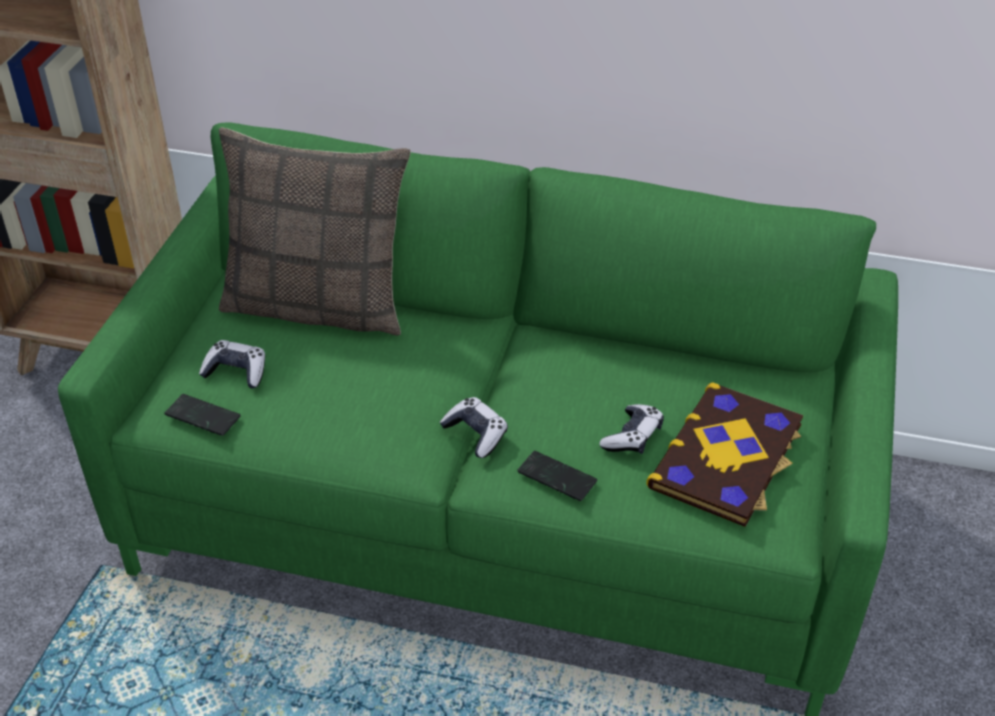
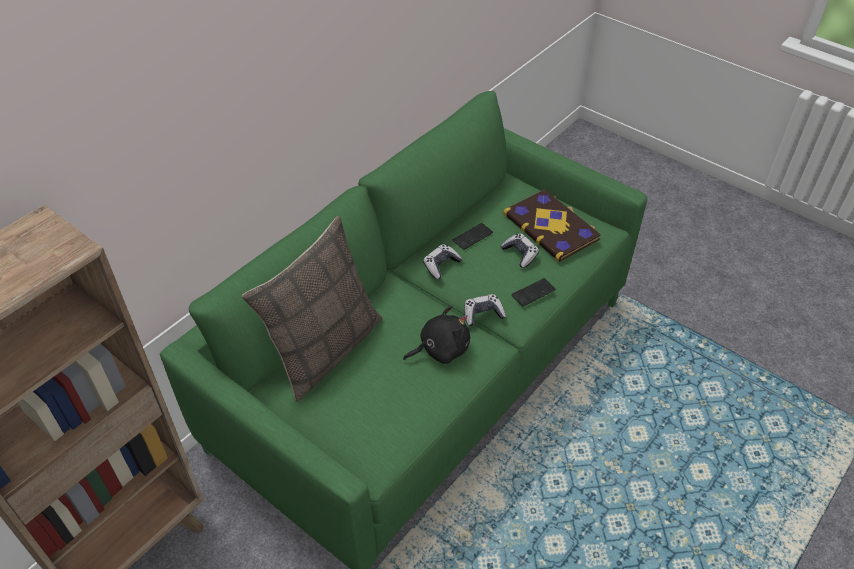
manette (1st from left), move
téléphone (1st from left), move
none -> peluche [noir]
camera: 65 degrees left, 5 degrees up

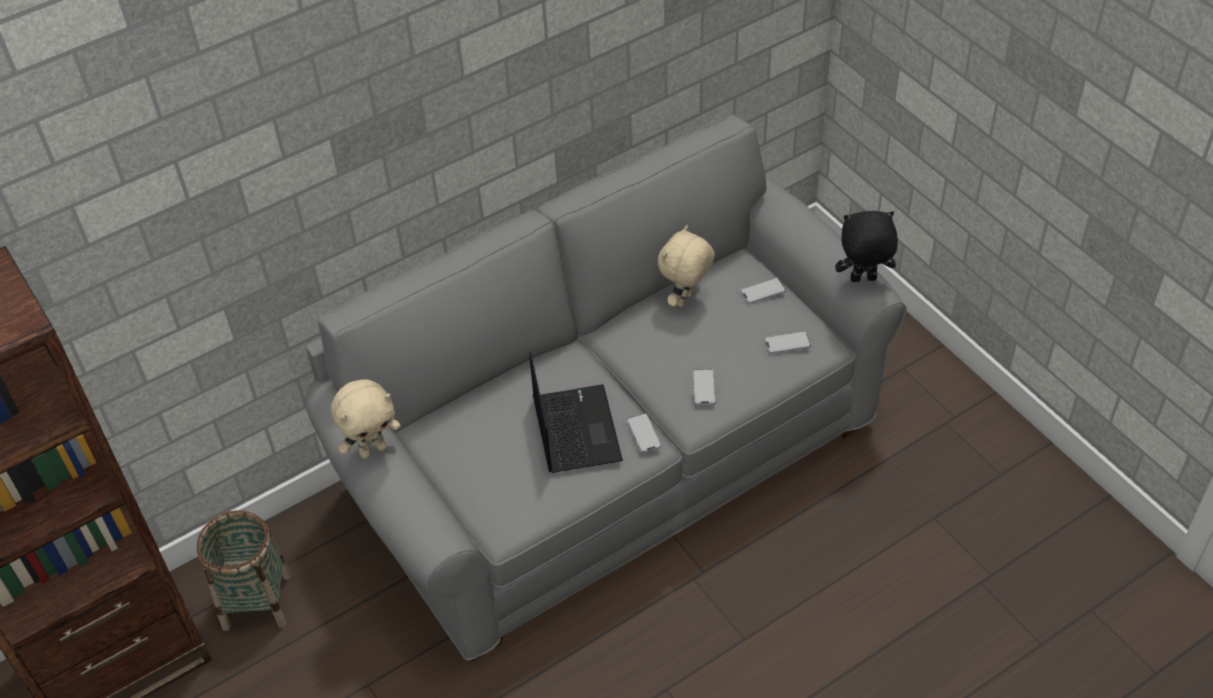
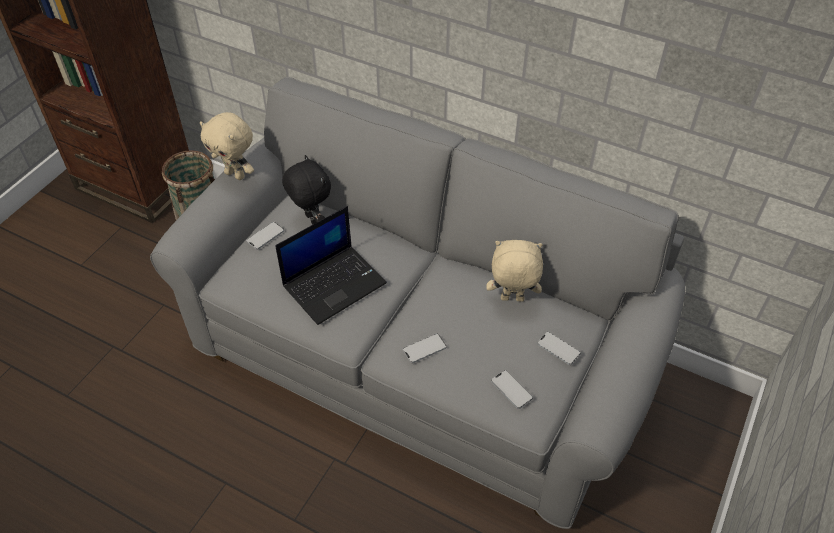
peluche [noir], move
téléphone (1st from left), move
camera: 60 degrees right, 0 degrees up

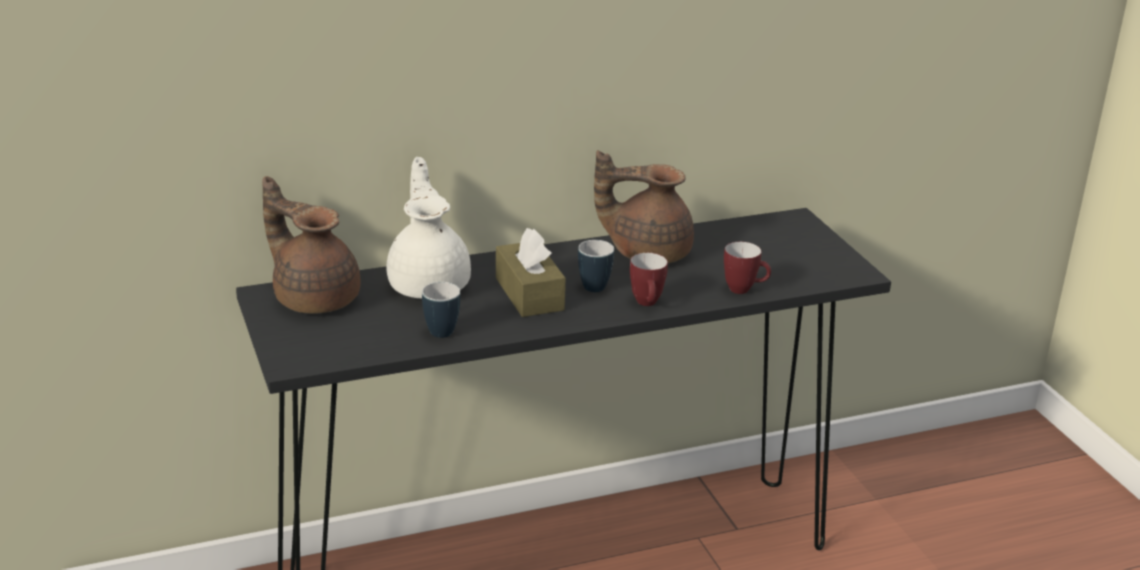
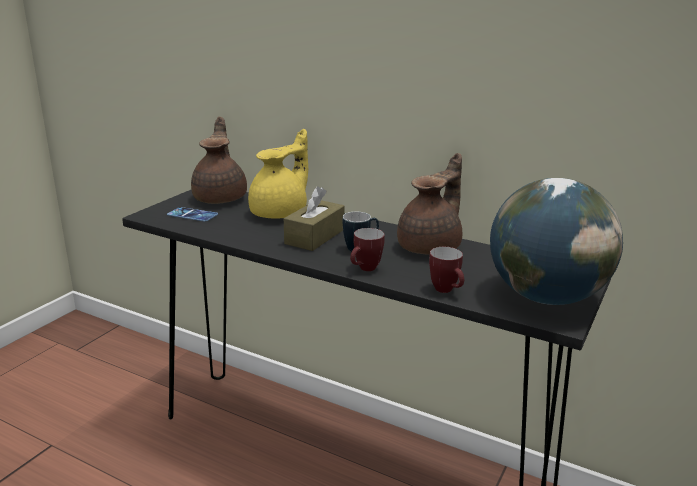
théière [marron] (2nd from left), 75 degrees clockwise
théière [blanc] -> théière [jaune]
mug (1st from left) -> none
none -> globe
none -> téléphone
camera: 50 degrees right, 5 degrees down

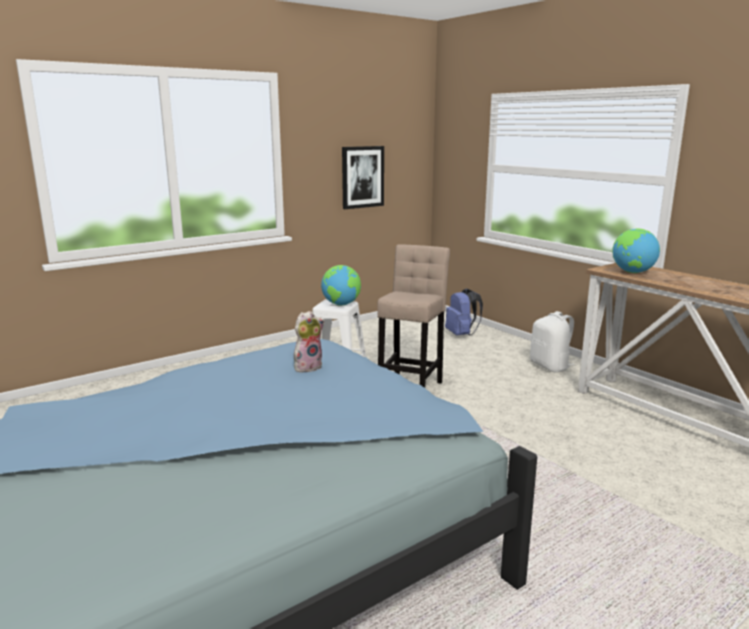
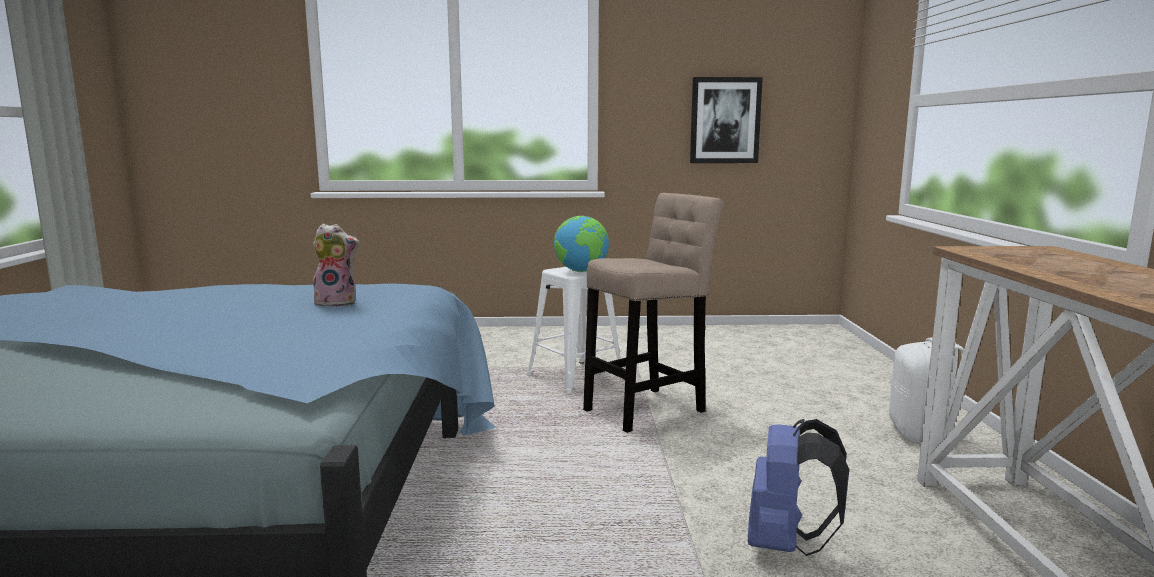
globe (2nd from left) -> none
sac à dos [bleu], move
camera: 35 degrees right, 5 degrees down

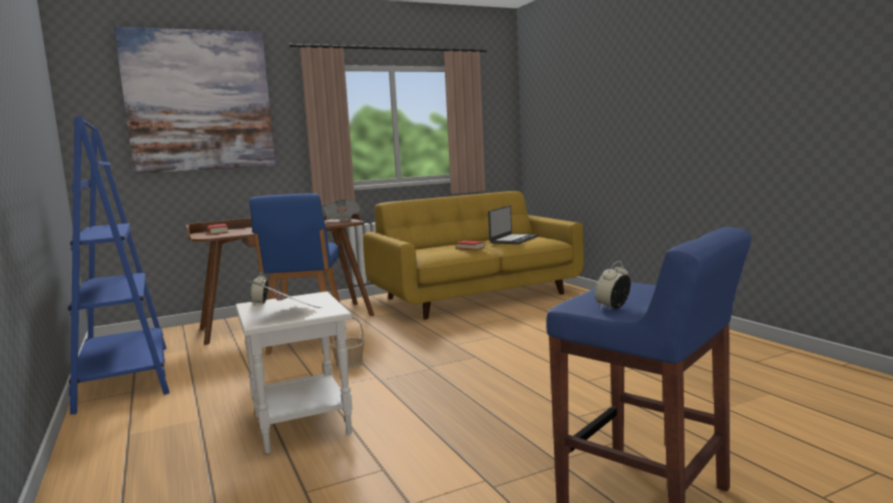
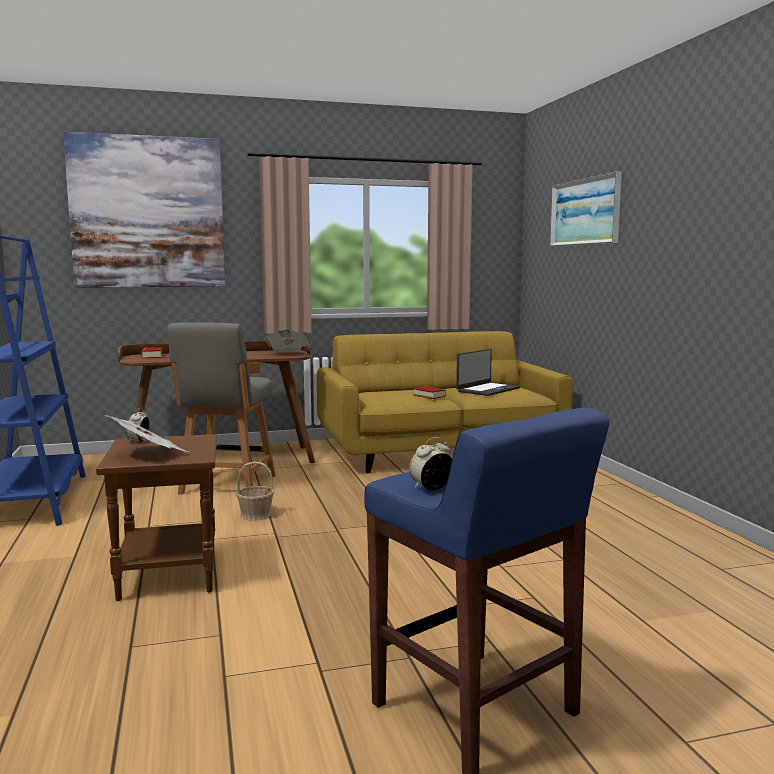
chaise [bleu] -> chaise [gris]
table d'appoint [blanc] -> table d'appoint [marron]
none -> tableau (2nd from left)
camera: 10 degrees right, 0 degrees up

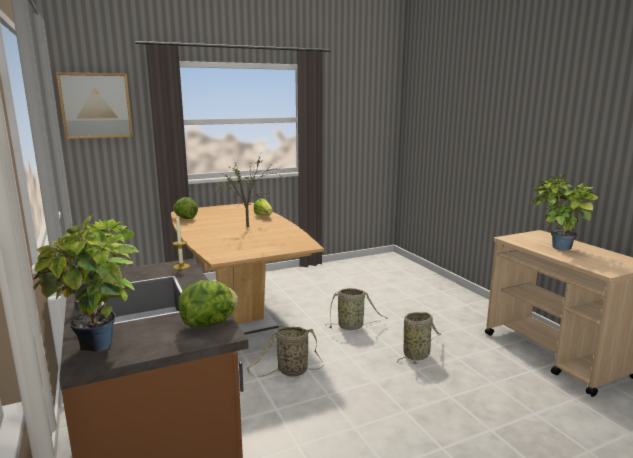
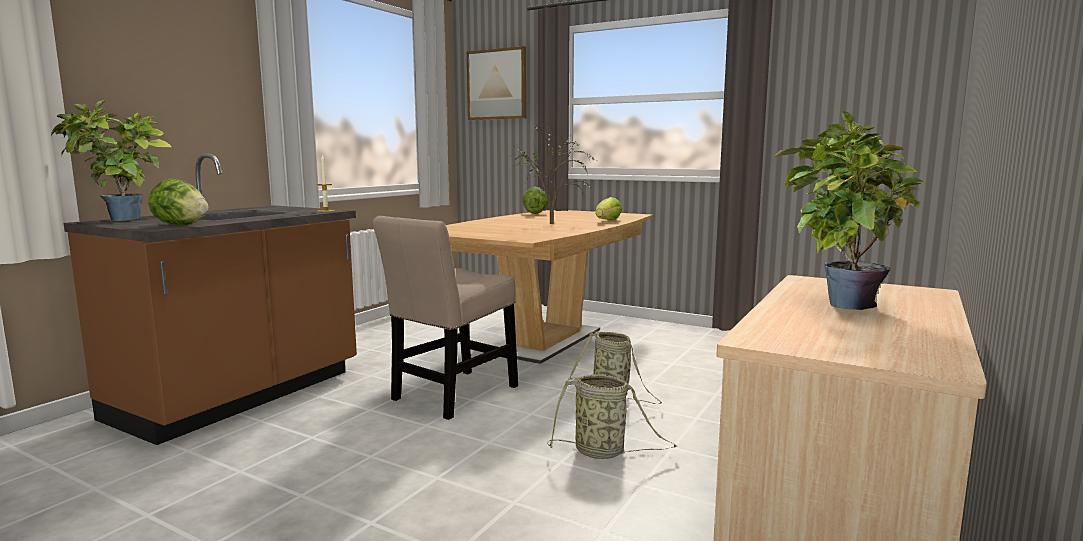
panier (1st from left) -> chaise [beige]
camera: 55 degrees right, 5 degrees down

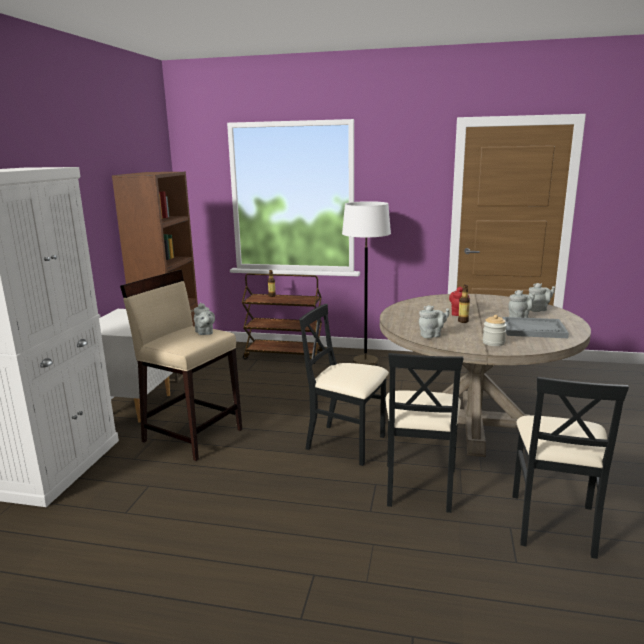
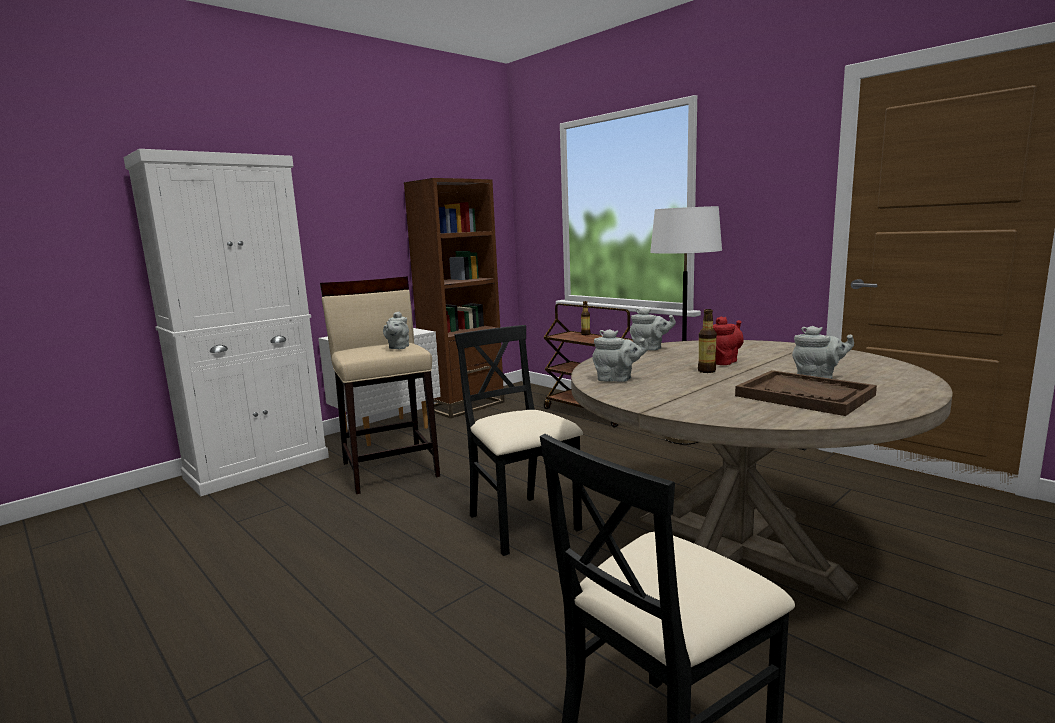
théière [gris] (4th from left in the first image) -> théière [gris] (3rd from left), move
bocal -> none
plateau [gris] -> plateau [marron]
chaise [noir] (2nd from left) -> none
camera: 35 degrees right, 5 degrees down

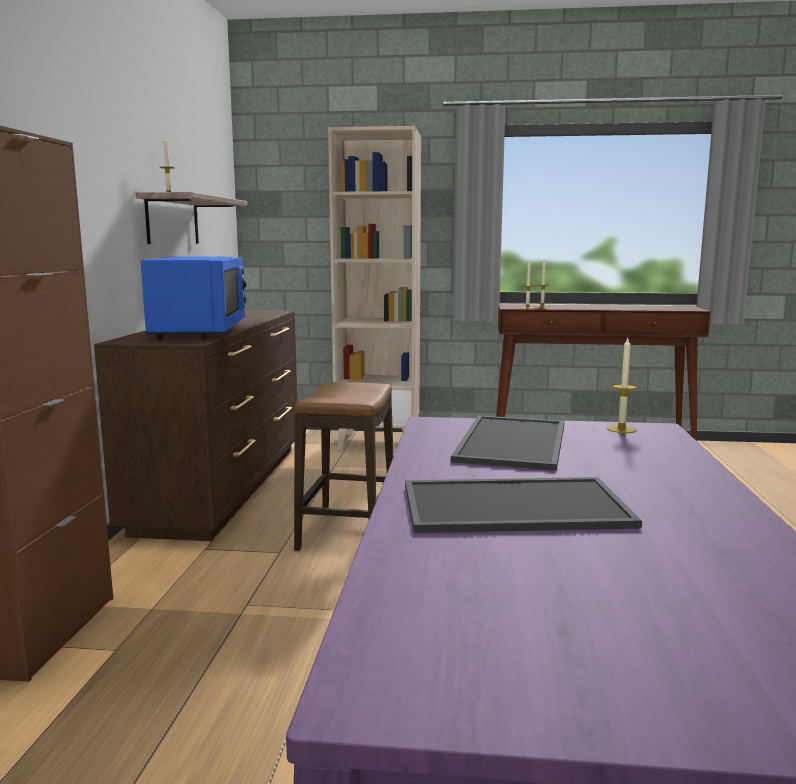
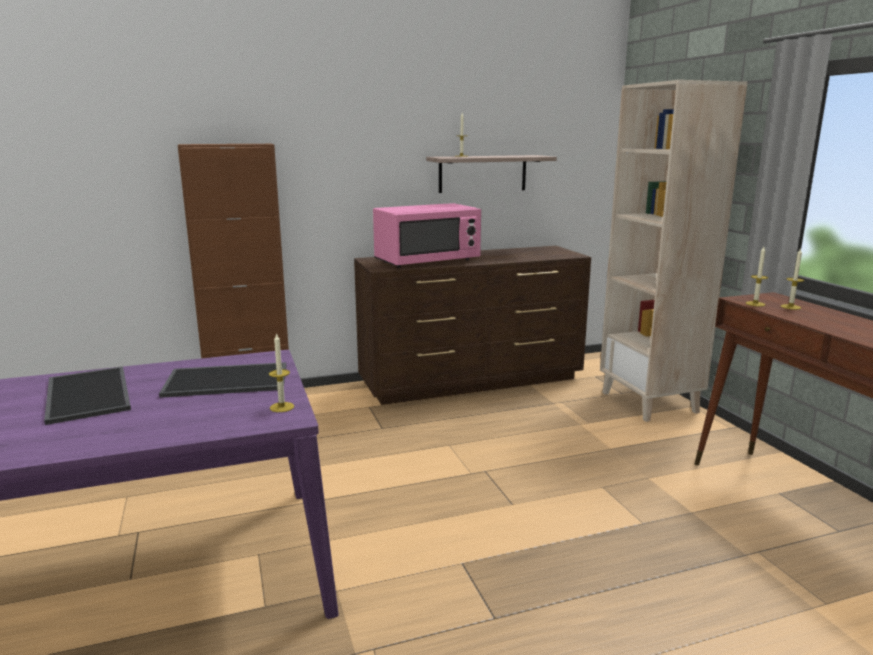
micro-ondes [bleu] -> micro-ondes [rose]
tabouret -> none
camera: 65 degrees right, 5 degrees up

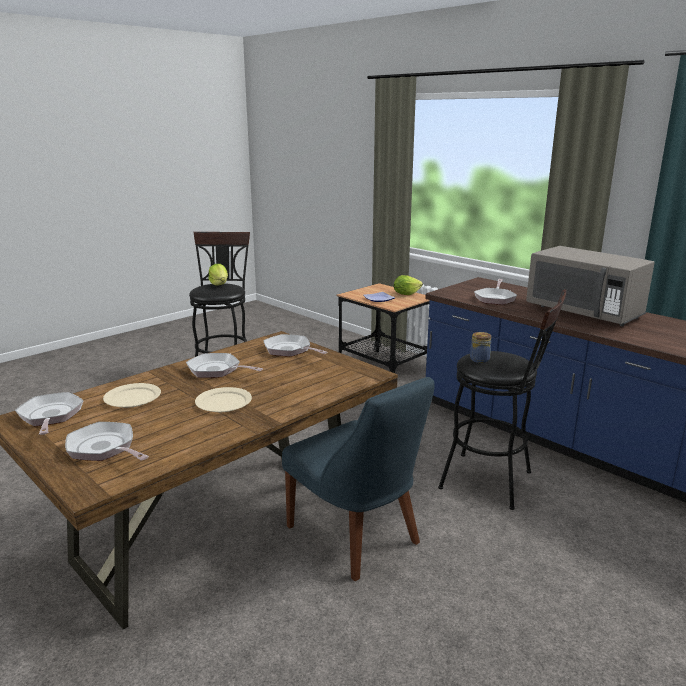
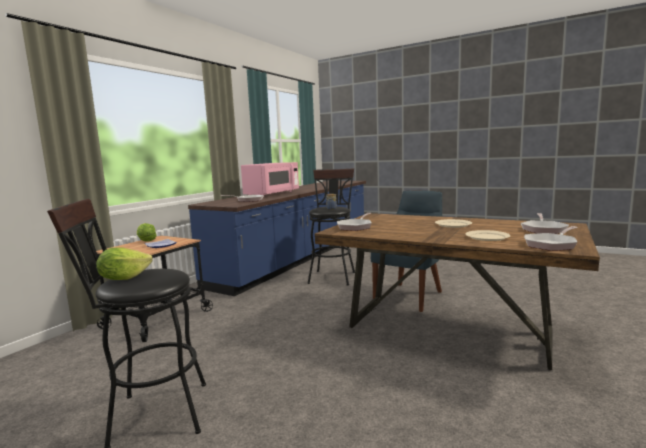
micro-ondes [gris] -> micro-ondes [rose]
poêle (3rd from left) -> none
camera: 105 degrees left, 10 degrees down

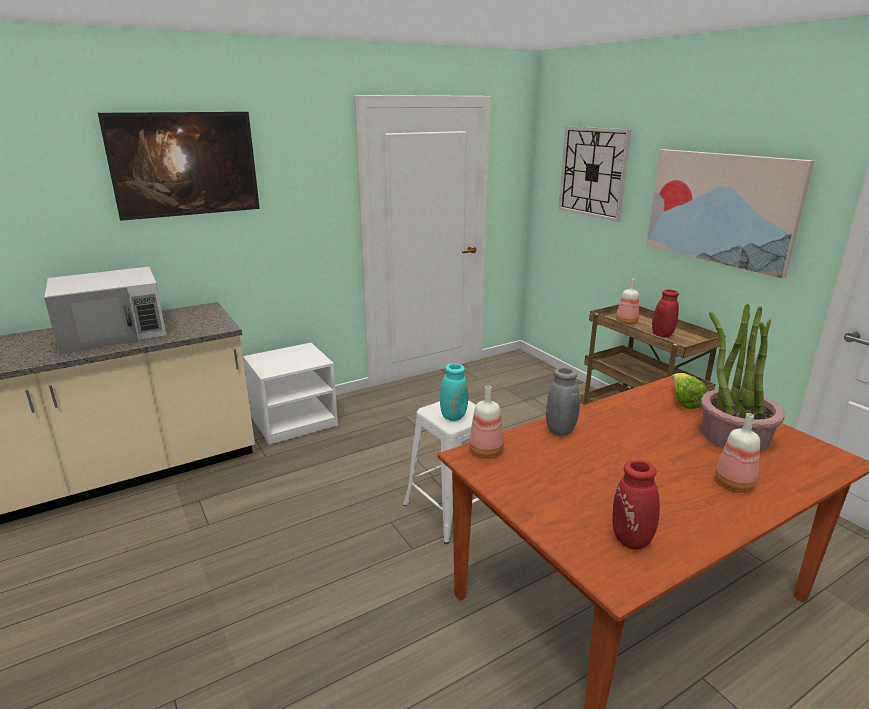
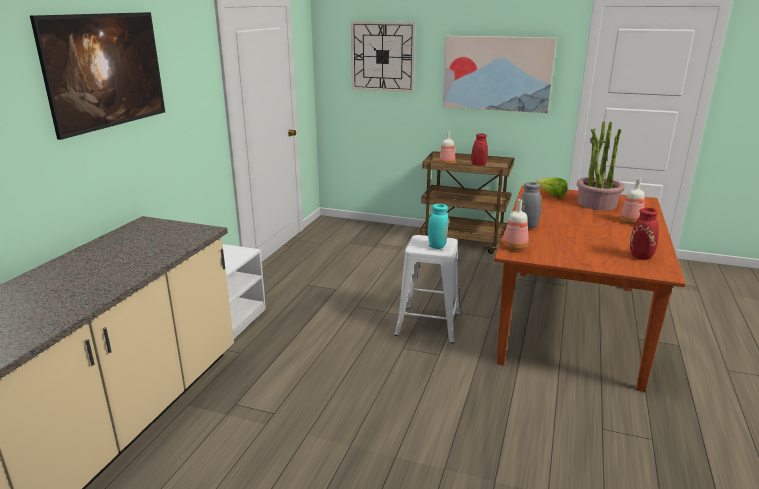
micro-ondes [blanc] -> none
camera: 40 degrees left, 0 degrees up

